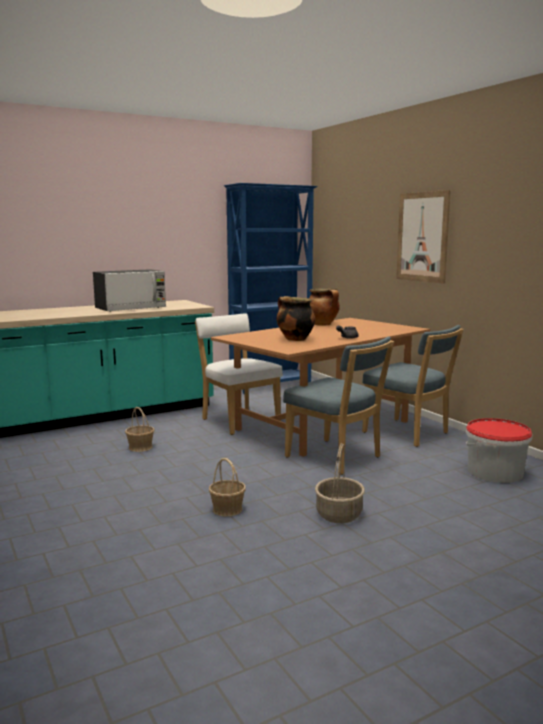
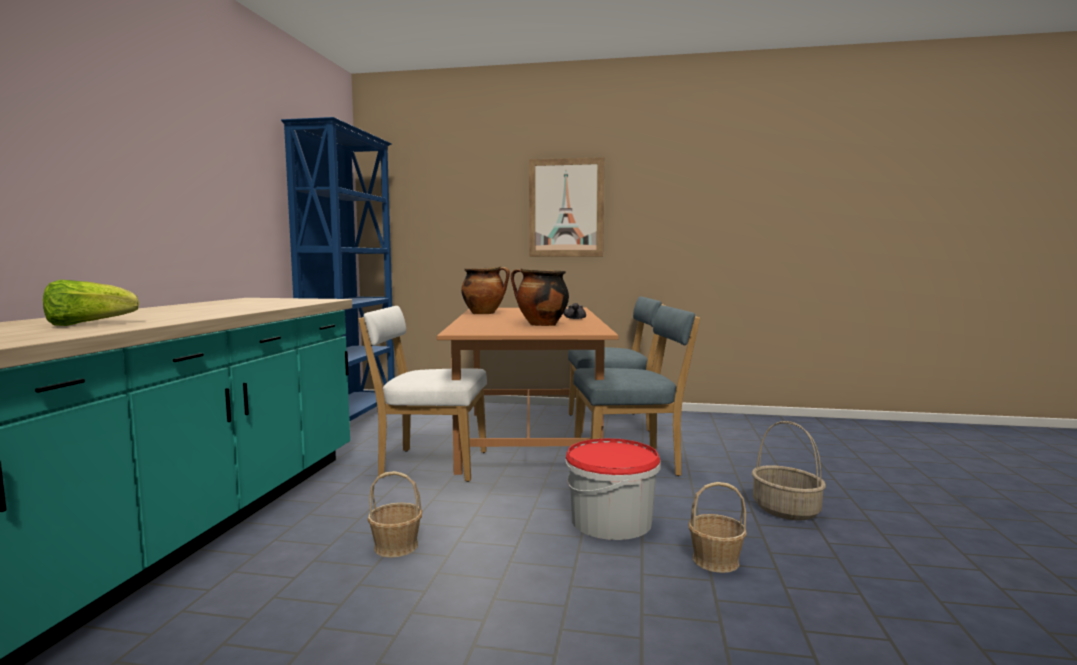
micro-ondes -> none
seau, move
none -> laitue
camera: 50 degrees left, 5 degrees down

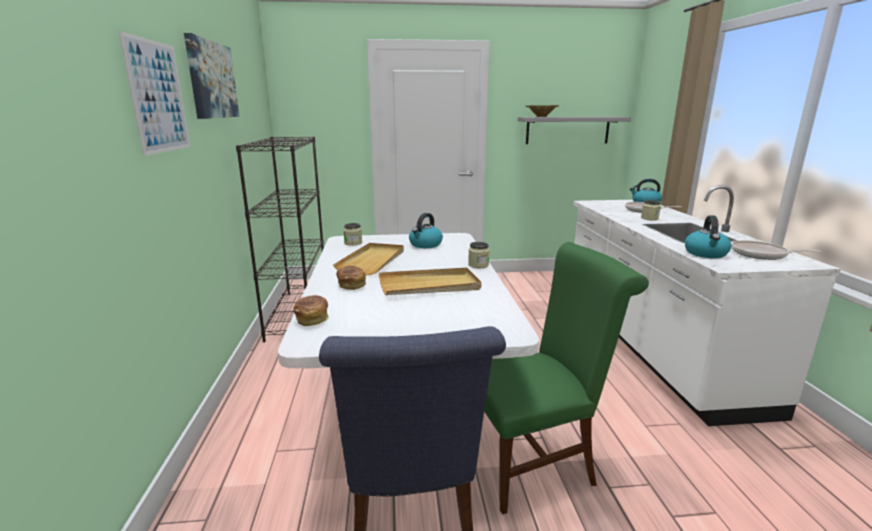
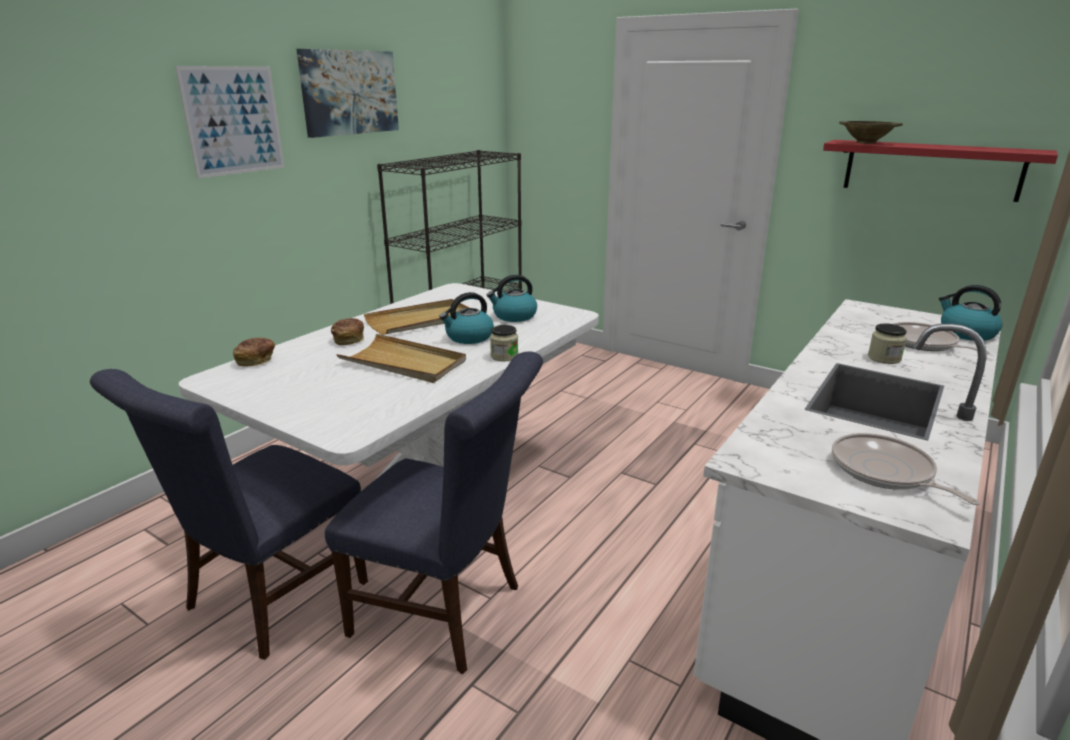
étagère [gris] -> étagère [rouge]
bouilloire (3rd from left in the first image) -> bouilloire (1st from left), move
bocal (1st from left) -> none
chaise [vert] -> chaise [bleu] (2nd from left)
camera: 40 degrees right, 5 degrees up

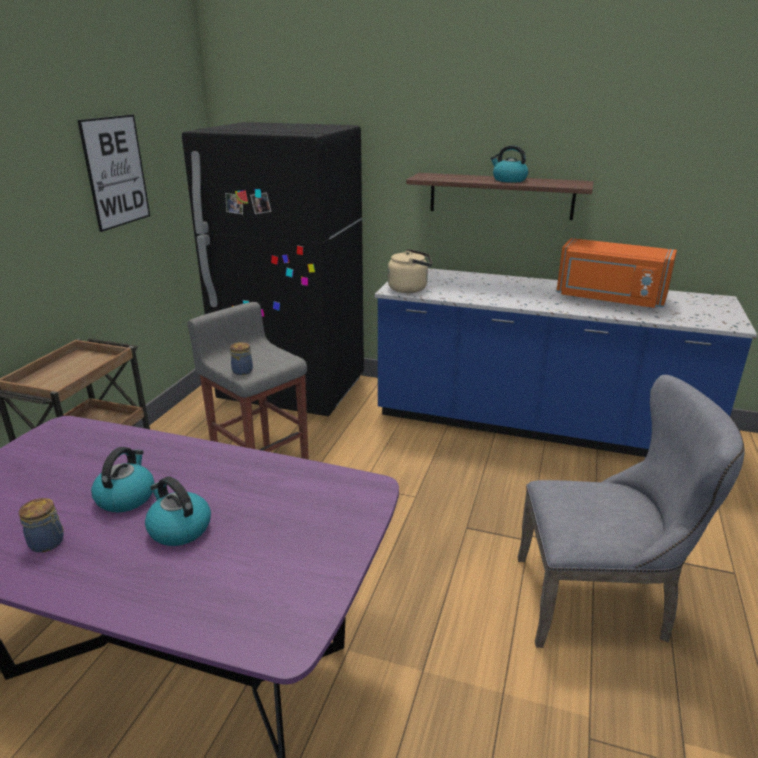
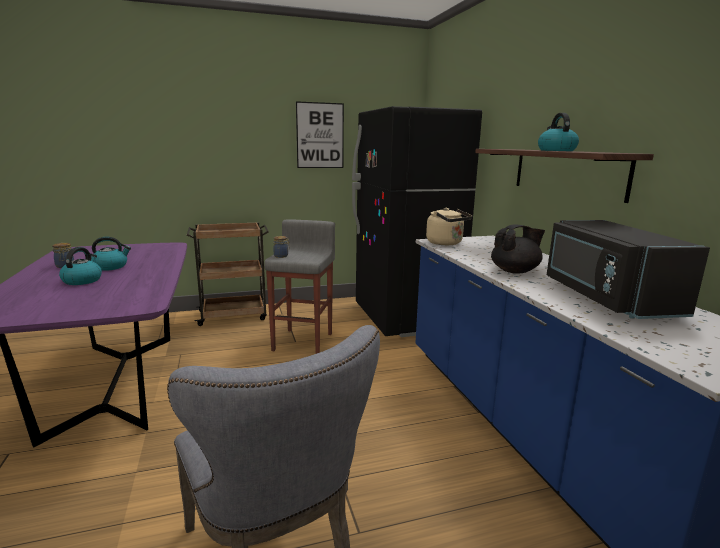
micro-ondes [orange] -> micro-ondes [noir]
none -> théière [noir]
camera: 55 degrees right, 10 degrees down

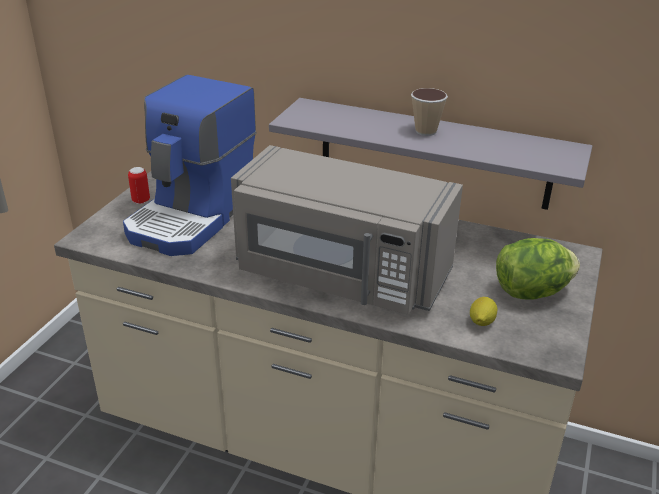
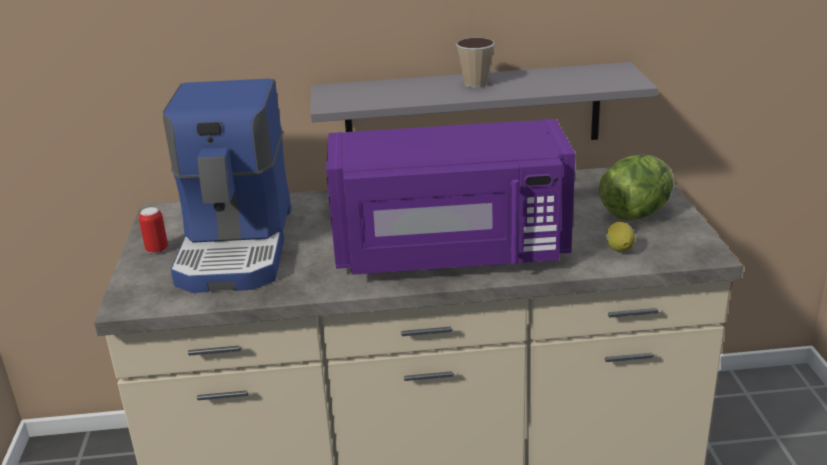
micro-ondes [gris] -> micro-ondes [violet]
camera: 25 degrees left, 5 degrees down

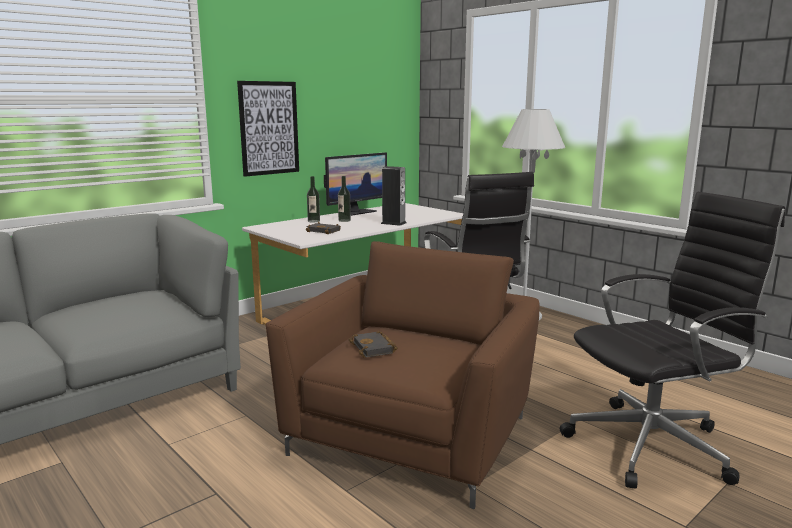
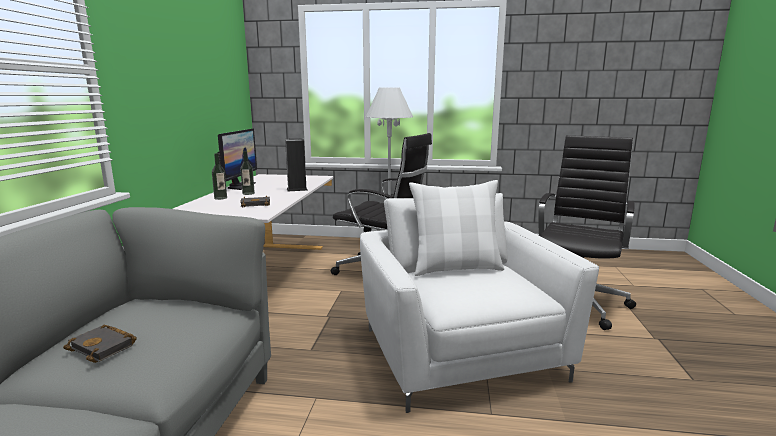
tableau -> none
fauteuil [marron] -> fauteuil [blanc]
livre [noir] (2nd from left in the first image) -> livre [noir] (1st from left), move
none -> coussin [blanc]
camera: 40 degrees left, 0 degrees up

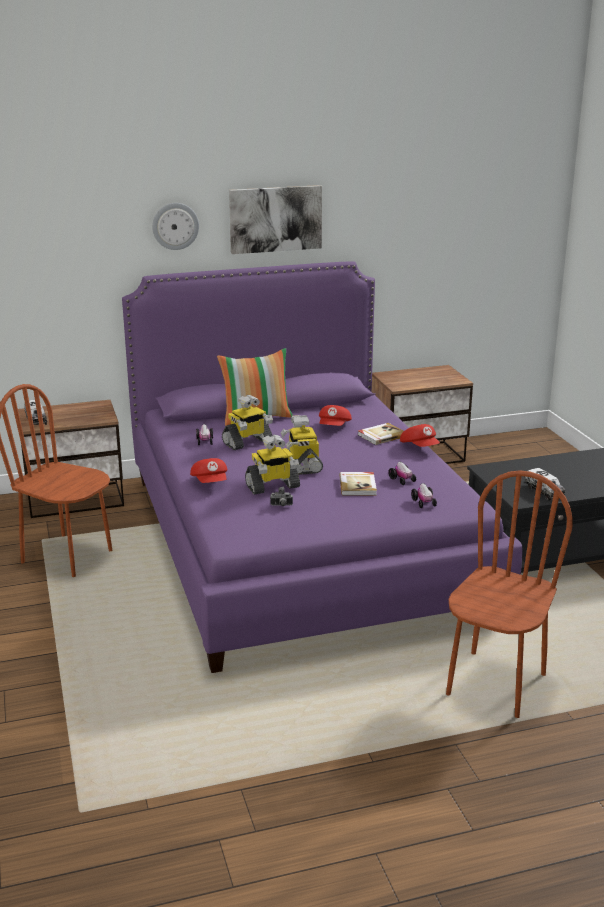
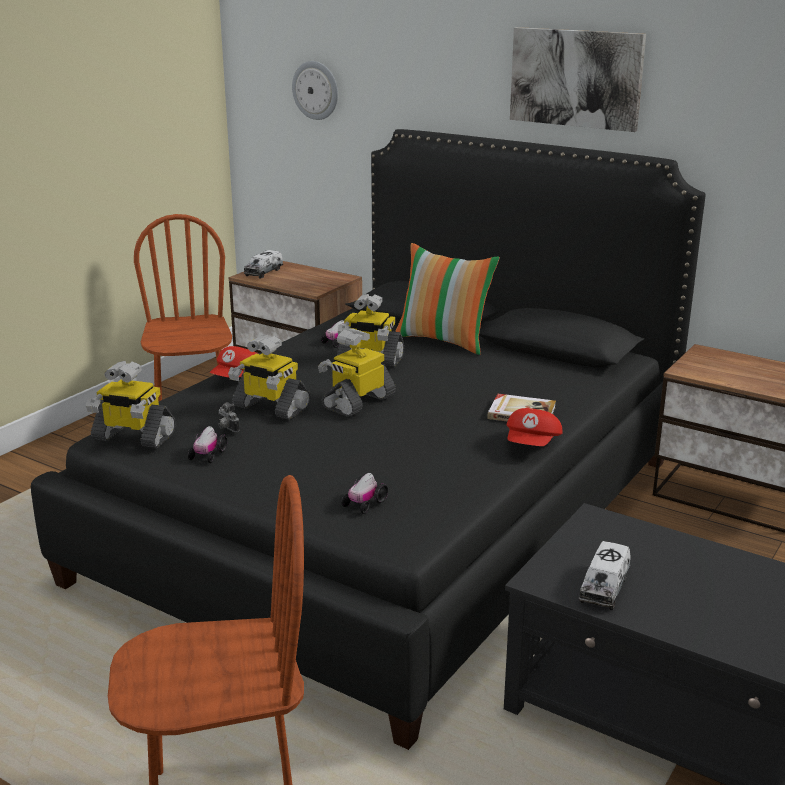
horloge murale, move
lit [violet] -> lit [noir]
casquette [rouge] (2nd from left) -> none
petite voiture (2nd from left in the first image) -> petite voiture (1st from left), move
livre (1st from left) -> none
none -> robot jouet (1st from left)
camera: 50 degrees right, 0 degrees up

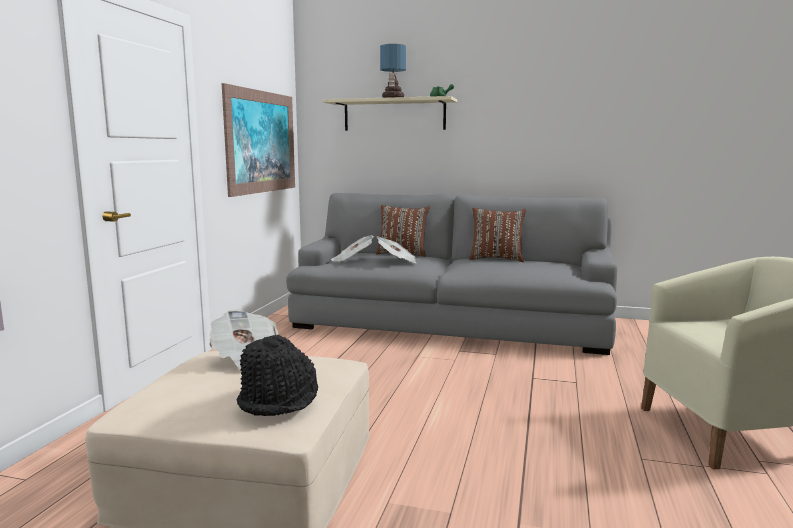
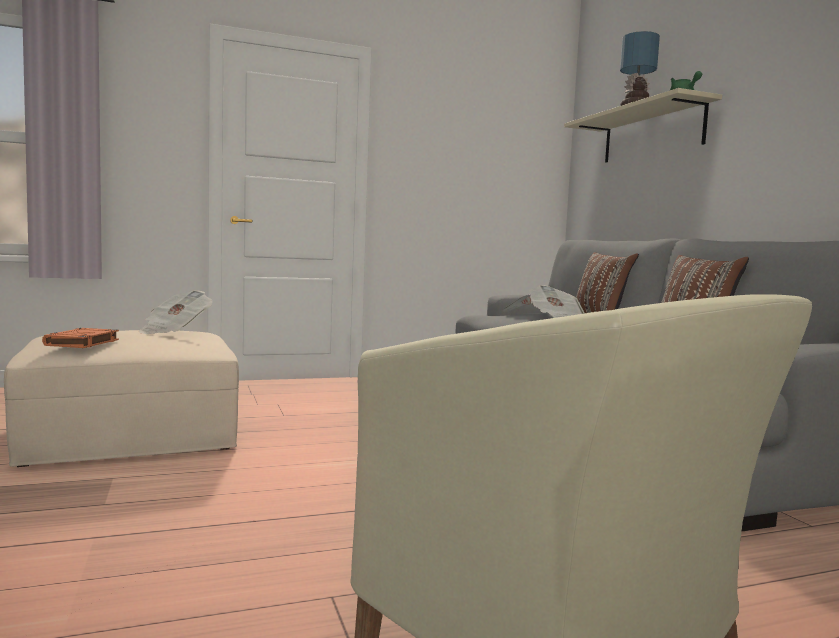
tableau -> none
chapeau [noir] -> livre [orange]
camera: 55 degrees right, 5 degrees down

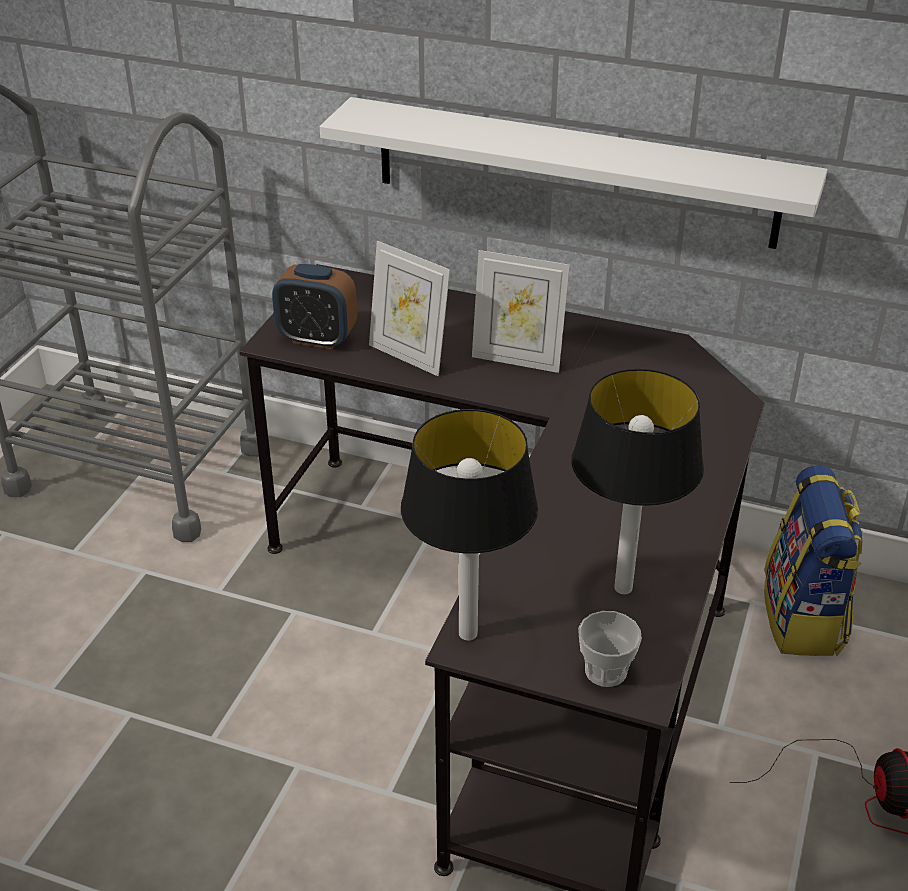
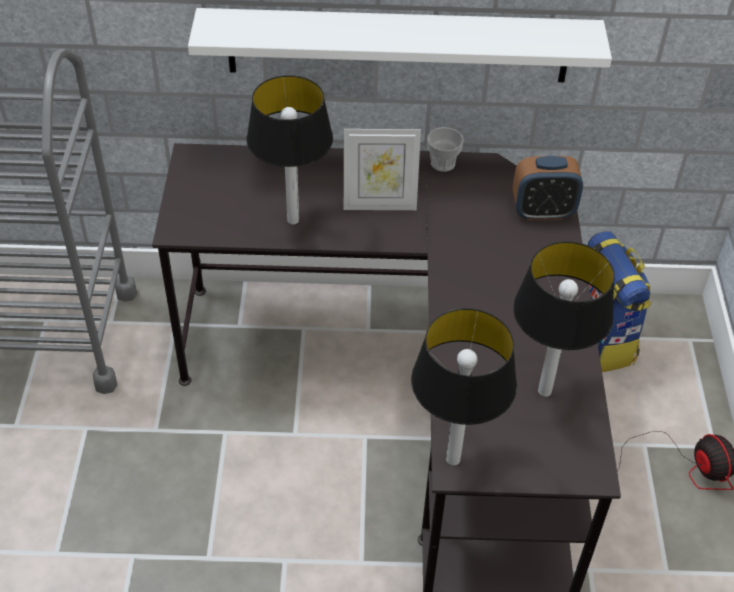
cadre photo (1st from left) -> lampe de table (1st from left)
réveil, move
tasse, move
camera: 20 degrees left, 10 degrees up

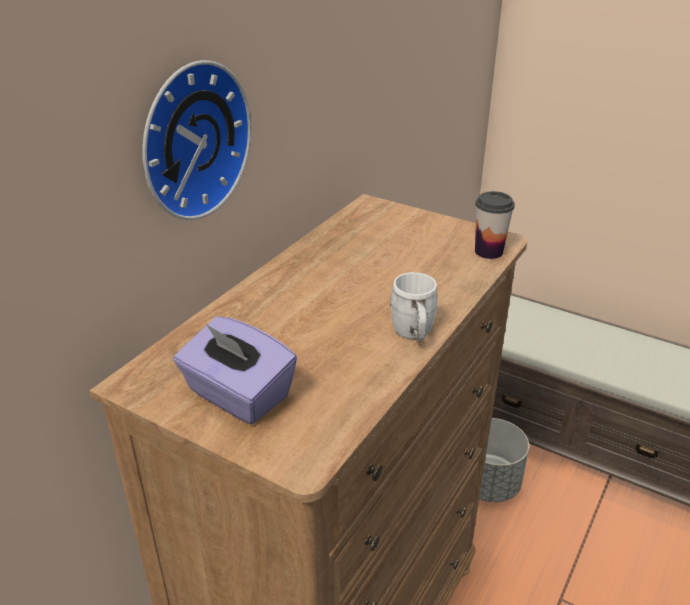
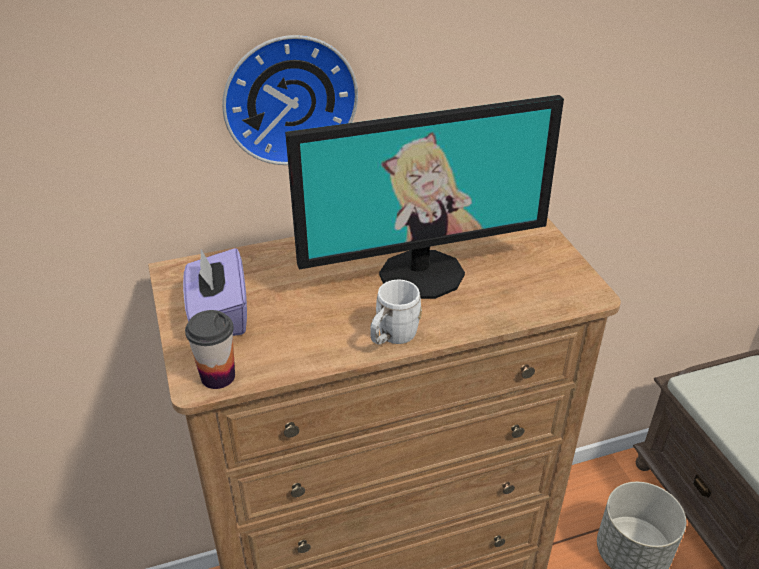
tasse, move
none -> écran d'ordinateur
camera: 40 degrees right, 5 degrees up

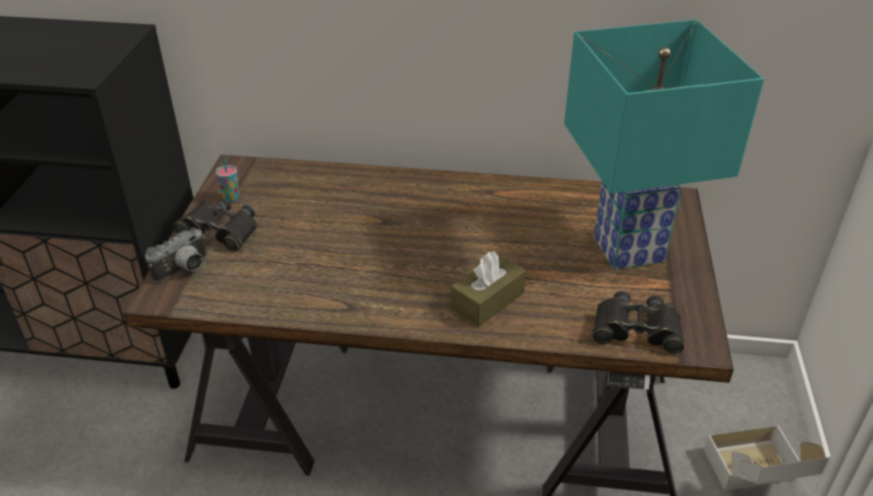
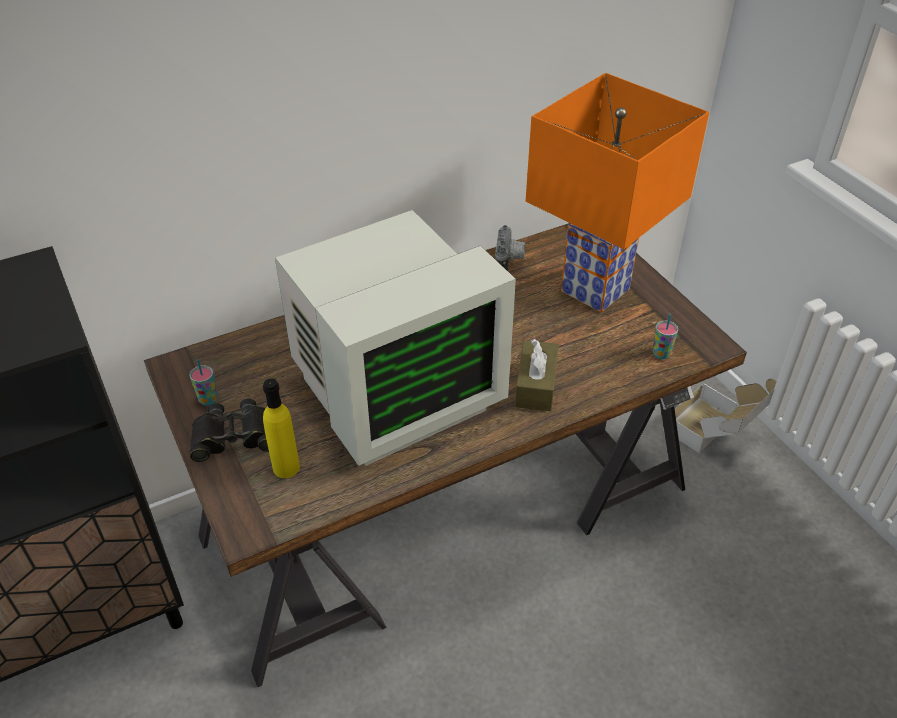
lampe de table [turquoise] -> lampe de table [orange]
appareil photo, move
jumelles [noir] (2nd from left) -> tasse (2nd from left)
none -> écran d'ordinateur
none -> bouteille [jaune]
camera: 35 degrees left, 5 degrees up

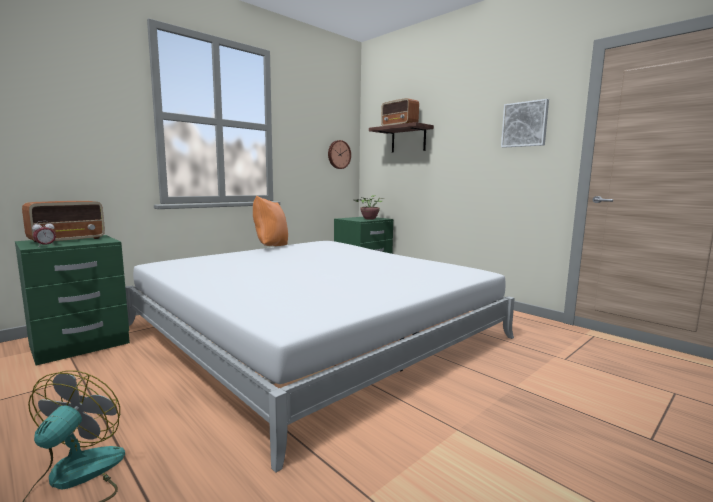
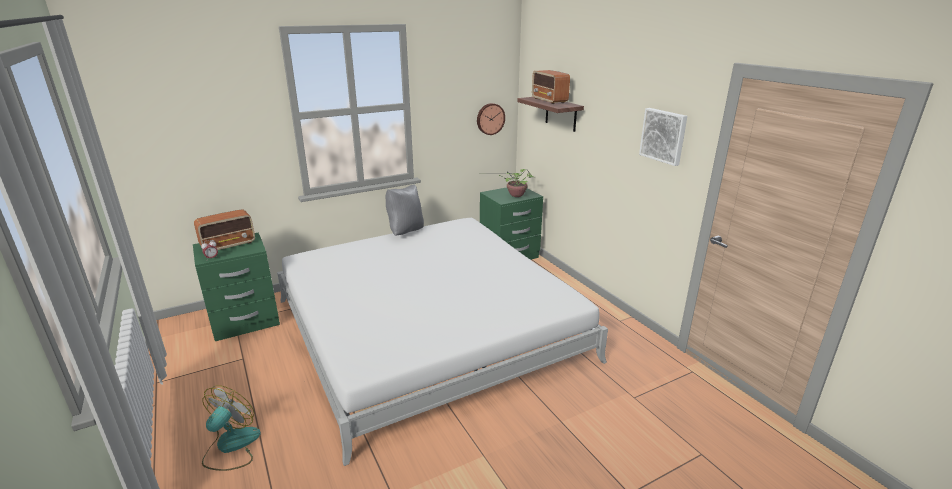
coussin [orange] -> coussin [gris]
camera: 15 degrees right, 15 degrees up

